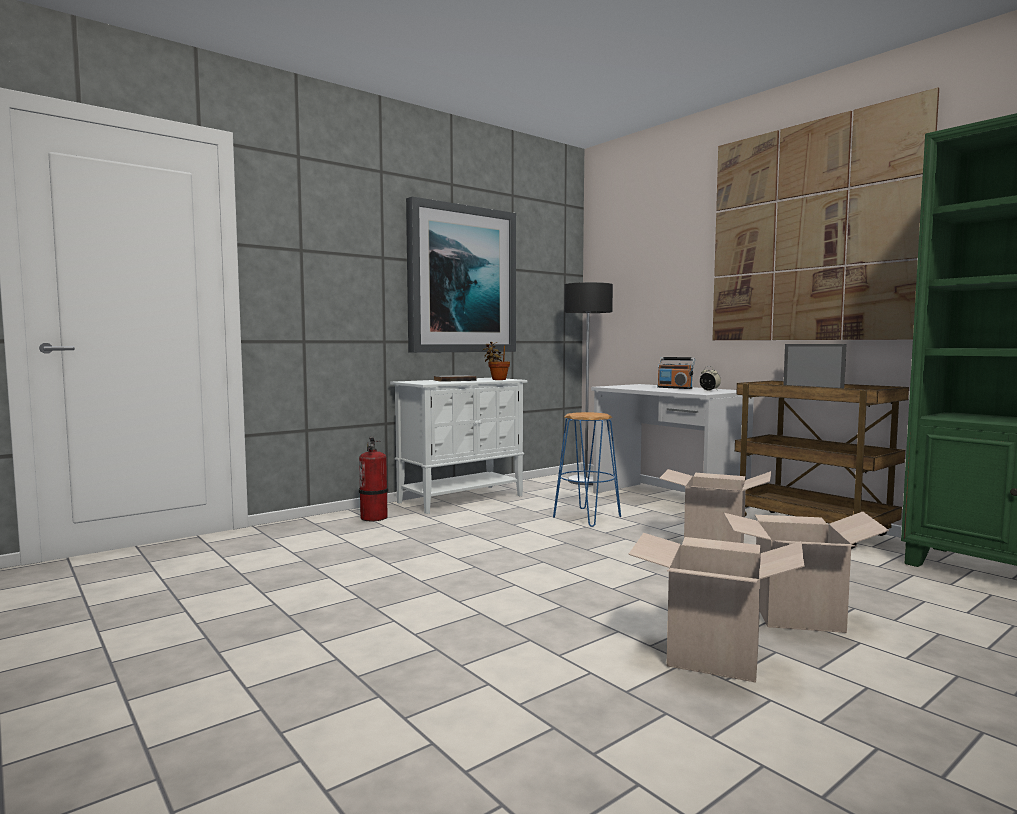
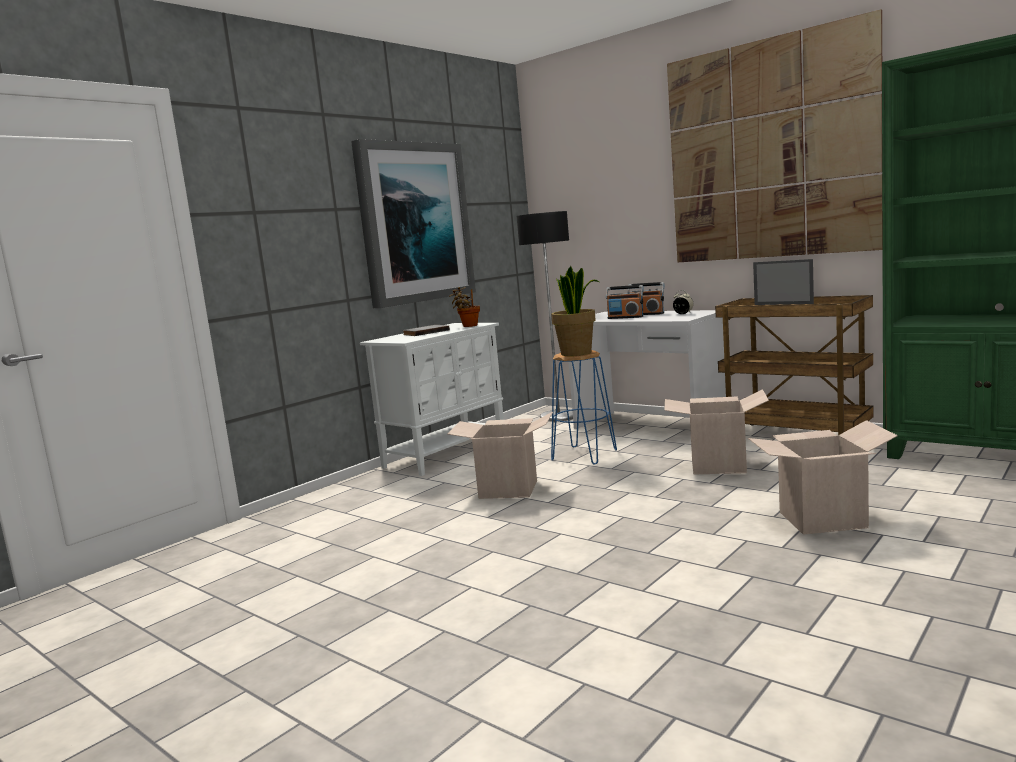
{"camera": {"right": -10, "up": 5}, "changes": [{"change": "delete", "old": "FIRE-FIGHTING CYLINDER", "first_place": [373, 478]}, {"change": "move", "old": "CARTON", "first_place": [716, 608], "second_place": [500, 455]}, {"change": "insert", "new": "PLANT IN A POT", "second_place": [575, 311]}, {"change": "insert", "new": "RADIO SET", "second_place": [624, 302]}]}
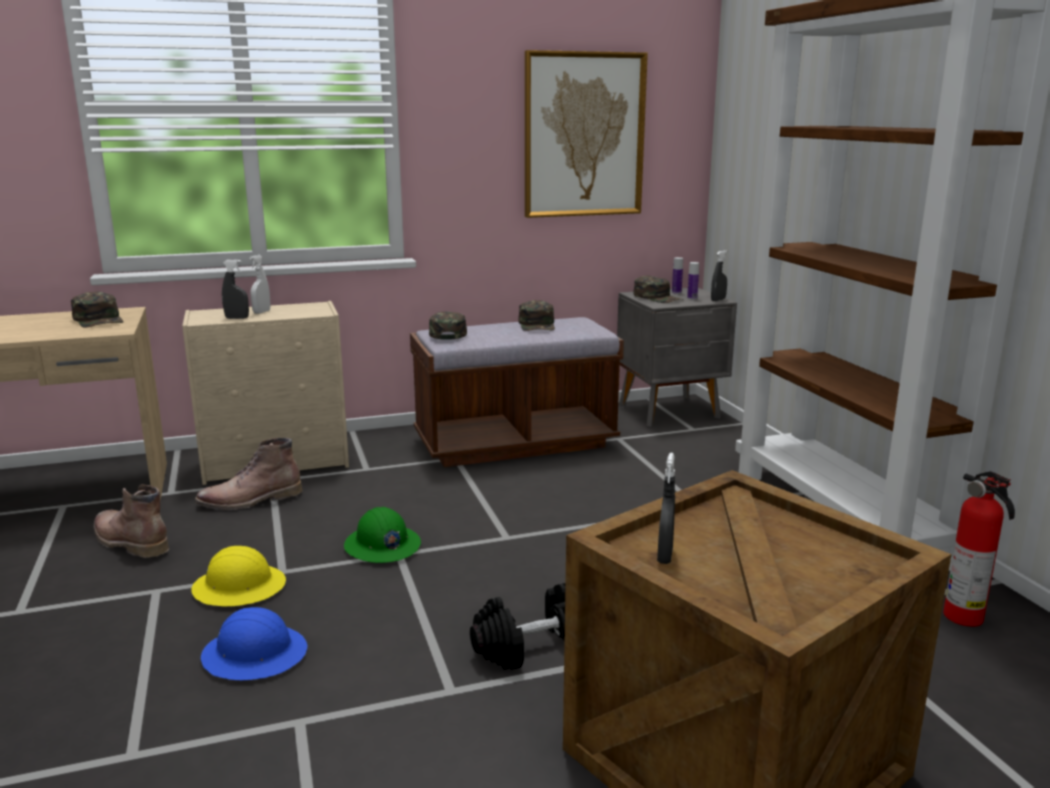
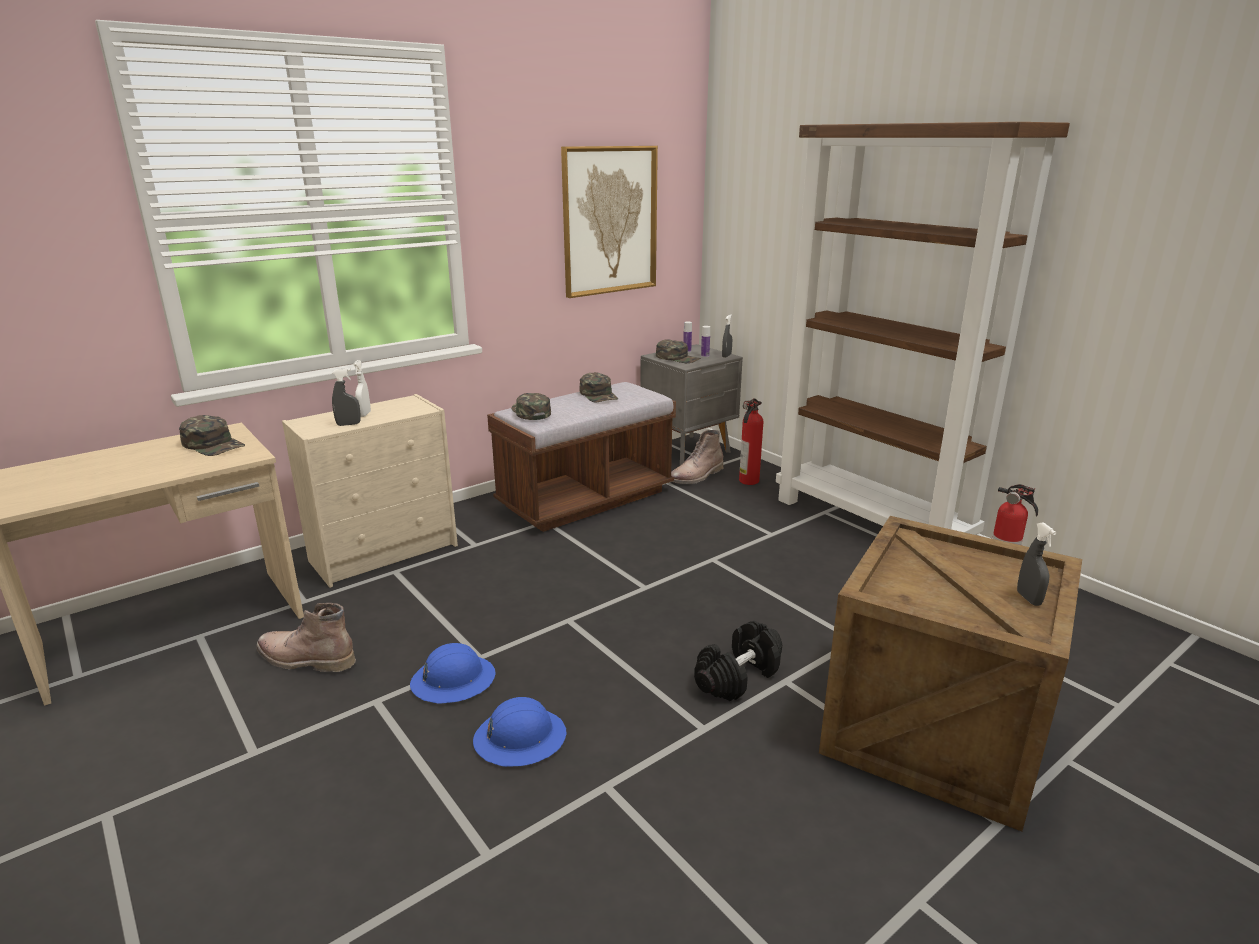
{"camera": {"right": -20, "up": 5}, "changes": [{"change": "move", "old": "BROWN-COLOURED HIGH-TOP BOOT", "first_place": [249, 474], "second_place": [697, 457]}, {"change": "move", "old": "GRAY SPRAY BOTTLE", "first_place": [666, 508], "second_place": [1036, 564]}, {"change": "delete", "old": "GREENISH WORK HELMET", "first_place": [382, 535]}, {"change": "recolor", "old": "YELLOW-COLOURED WORK HELMET", "new": "BLUE WORK HELMET", "first_place": [238, 576], "second_place": [453, 673]}, {"change": "insert", "new": "FIRE-FIGHTING CYLINDER", "second_place": [751, 441]}]}
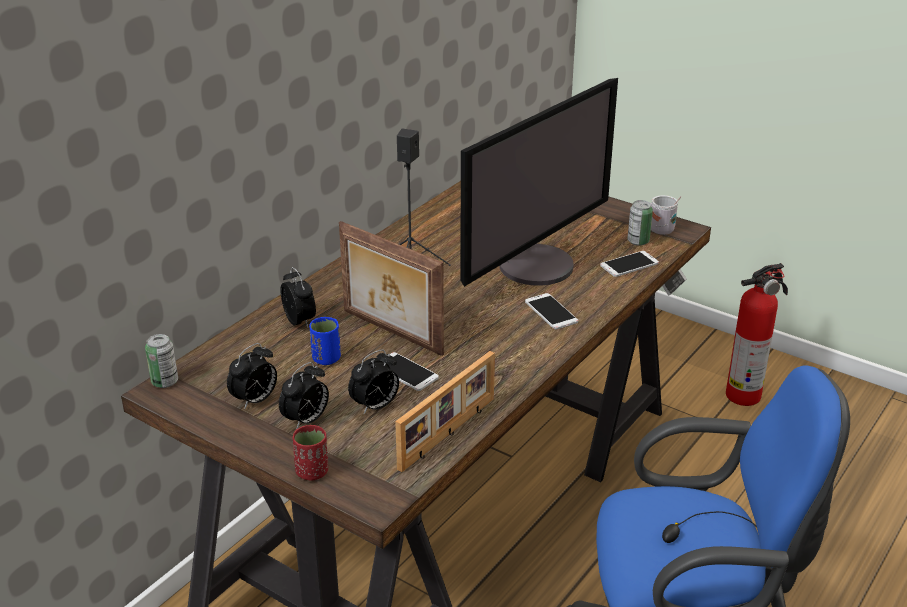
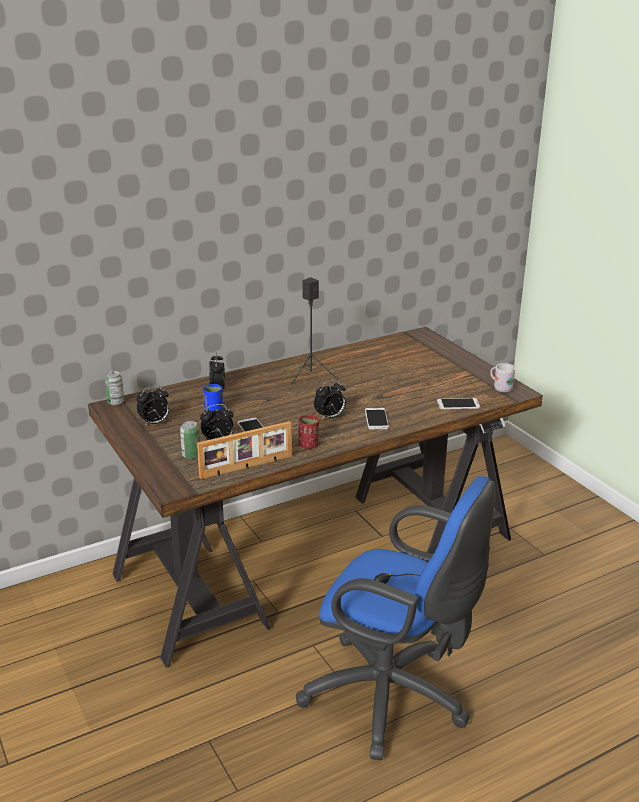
{"camera": {"right": 25, "up": -5}, "changes": [{"change": "delete", "old": "COMPUTER DISPLAY", "first_place": [539, 182]}, {"change": "move", "old": "SEALED CAN", "first_place": [640, 223], "second_place": [190, 440]}, {"change": "delete", "old": "PICTURE FRAME", "first_place": [391, 288]}, {"change": "delete", "old": "FIRE-FIGHTING CYLINDER", "first_place": [757, 334]}, {"change": "move", "old": "TABLE CLOCK", "first_place": [304, 395], "second_place": [330, 400]}, {"change": "move", "old": "REDDISH SMALL CUP", "first_place": [310, 452], "second_place": [308, 432]}]}
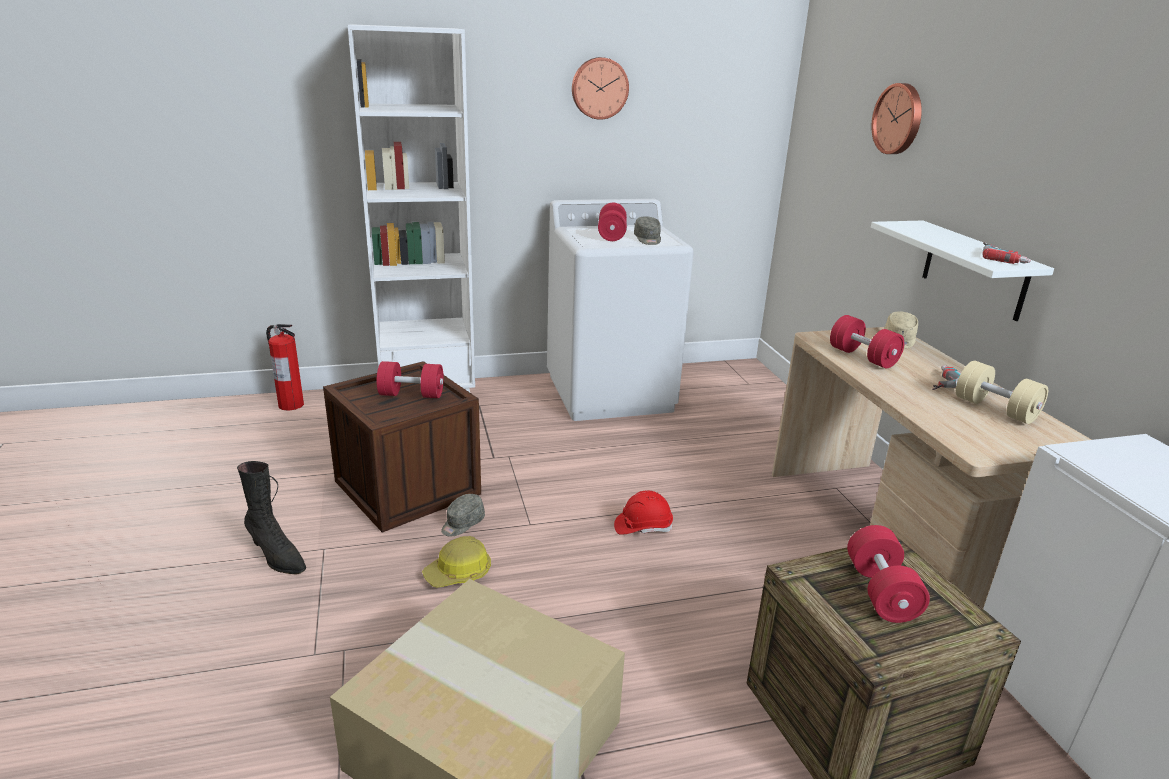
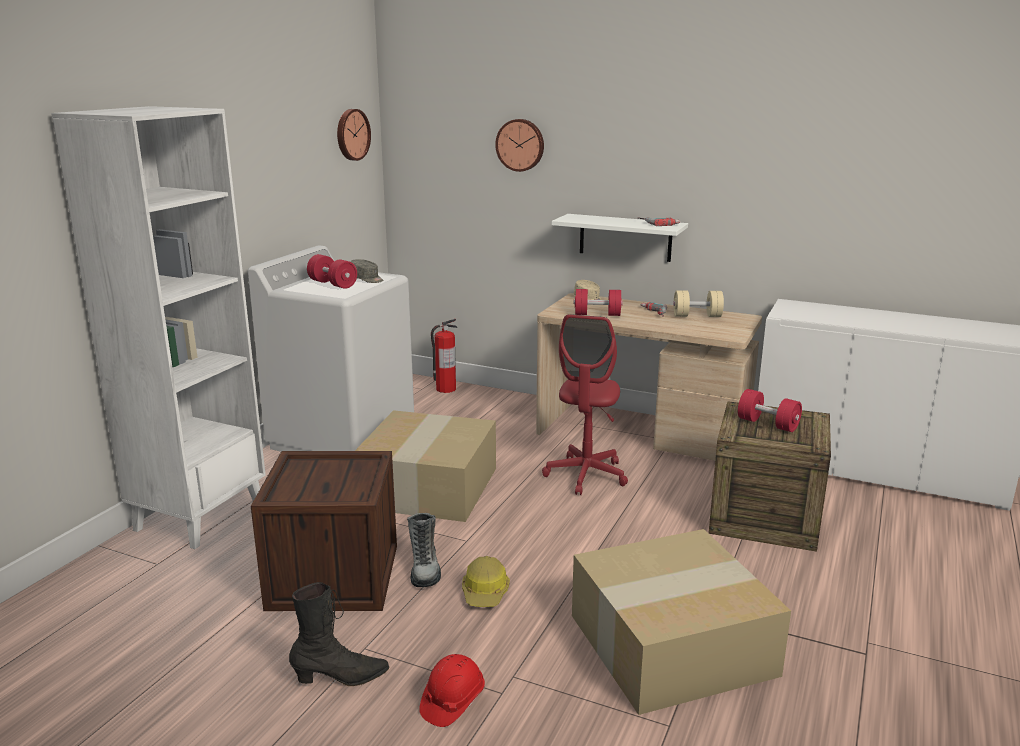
{"camera": {"right": -50, "up": -5}, "changes": [{"change": "move", "old": "WALL CLOCK", "first_place": [600, 88], "second_place": [354, 135]}, {"change": "move", "old": "FIRE-FIGHTING CYLINDER", "first_place": [285, 367], "second_place": [444, 356]}, {"change": "delete", "old": "REDDISH FREE WEIGHT", "first_place": [410, 379]}, {"change": "move", "old": "REDDISH WORK HELMET", "first_place": [643, 512], "second_place": [452, 690]}, {"change": "replace", "old": "GRAY PEAKED CAP", "new": "HIGH-TOP BOOT", "first_place": [463, 515], "second_place": [424, 550]}, {"change": "insert", "new": "REDDISH COMPUTER CHAIR", "second_place": [585, 404]}, {"change": "insert", "new": "CARTON", "second_place": [425, 466]}]}
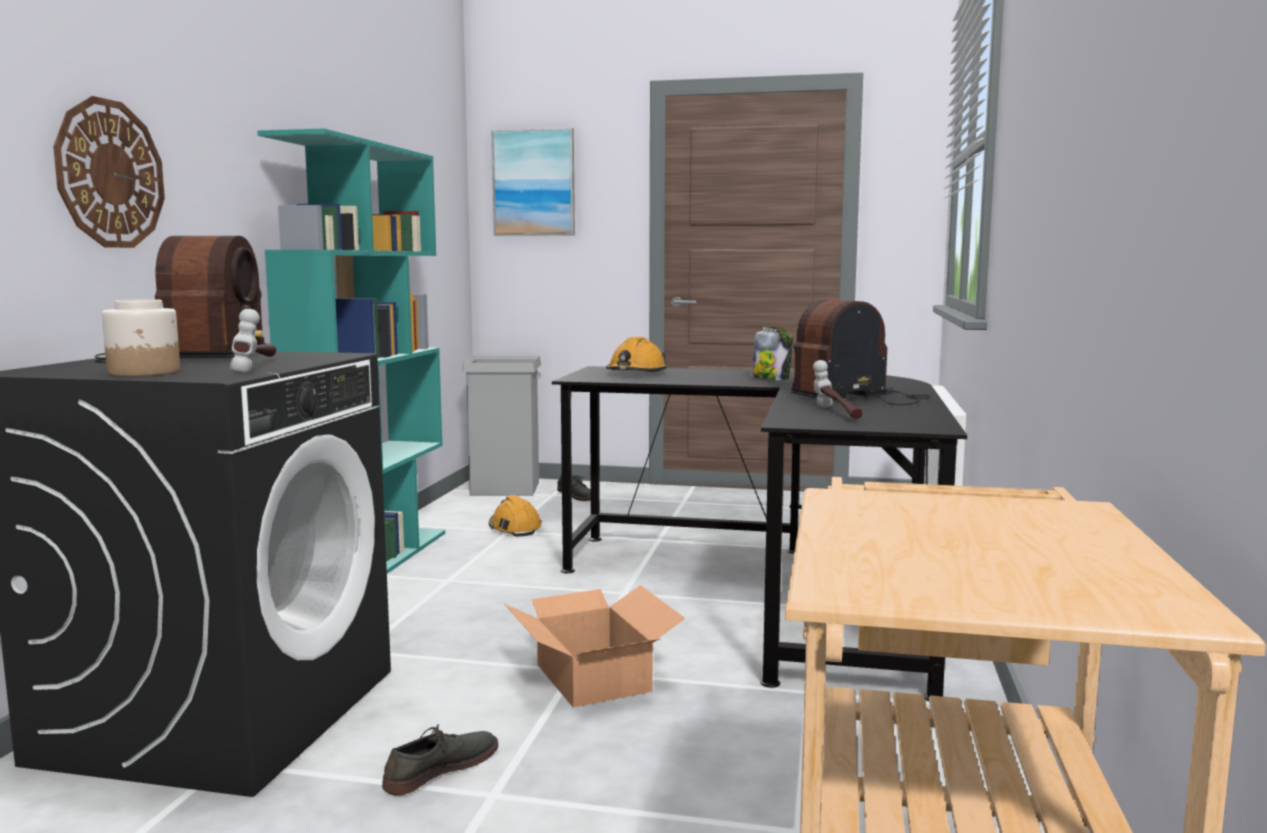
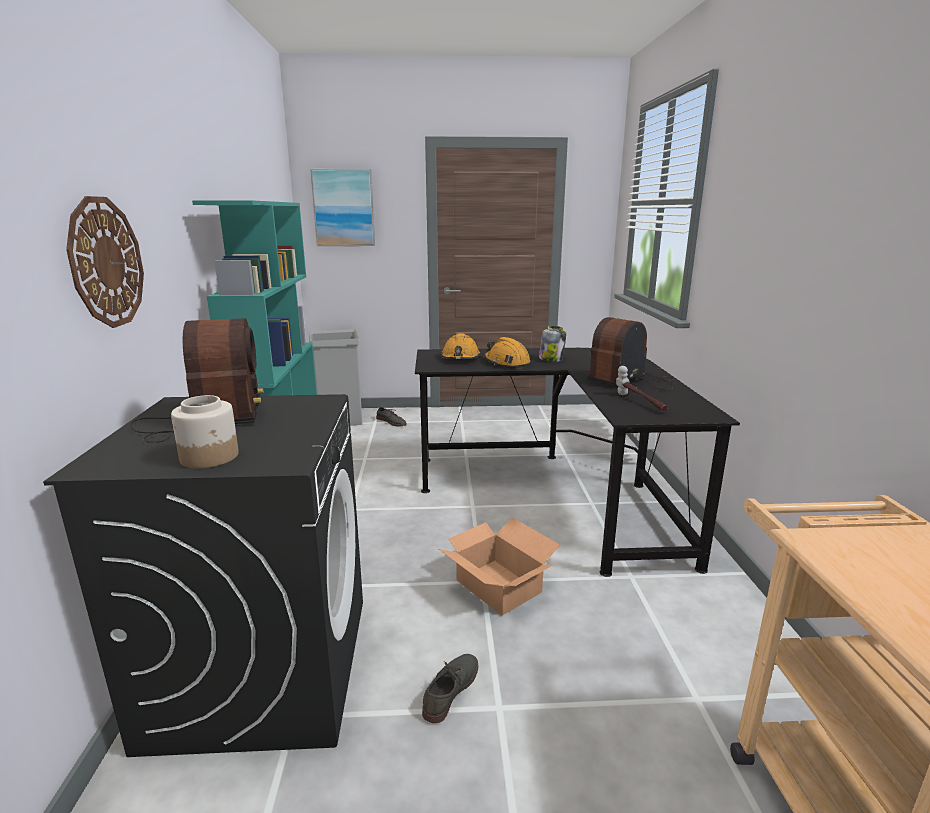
{"camera": {"right": -15, "up": 10}, "changes": [{"change": "delete", "old": "HAMMER", "first_place": [253, 341]}, {"change": "move", "old": "ORANGE WORK HELMET", "first_place": [515, 516], "second_place": [507, 353]}]}
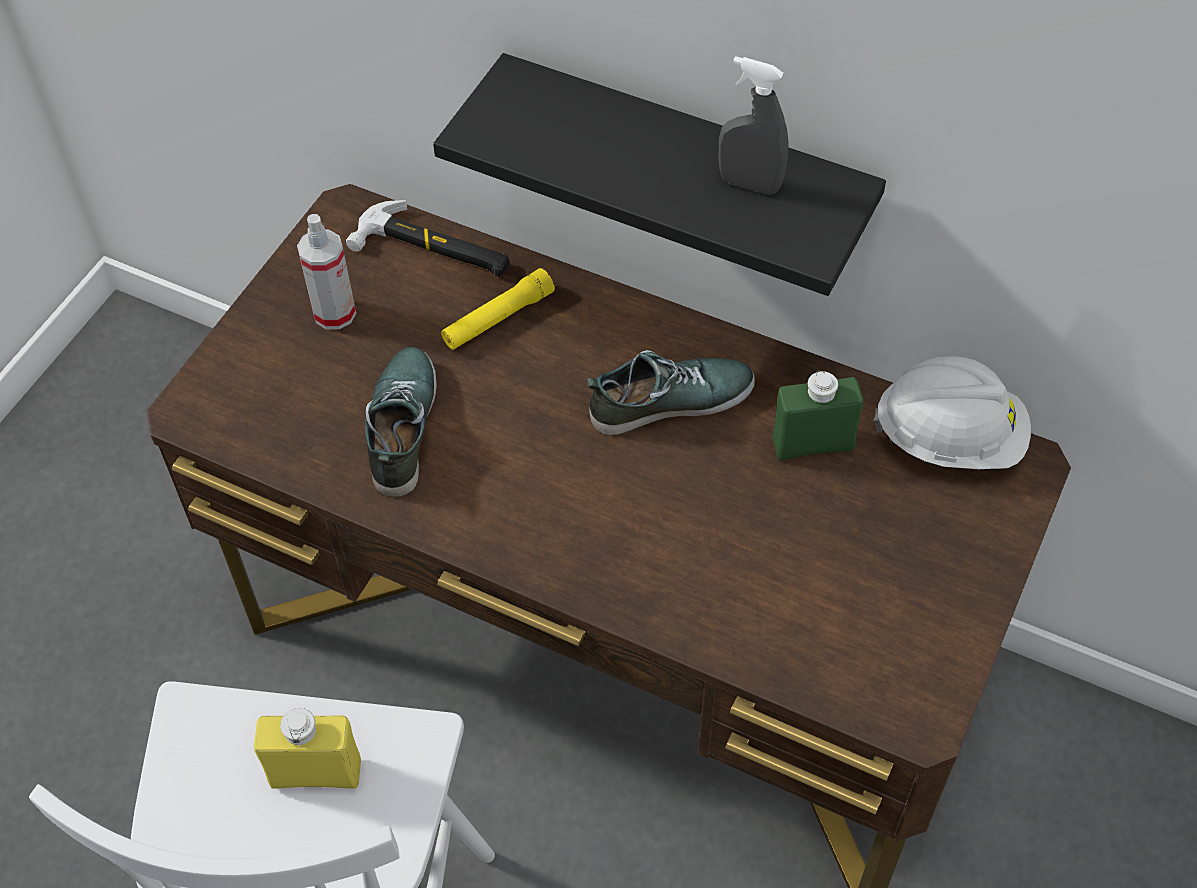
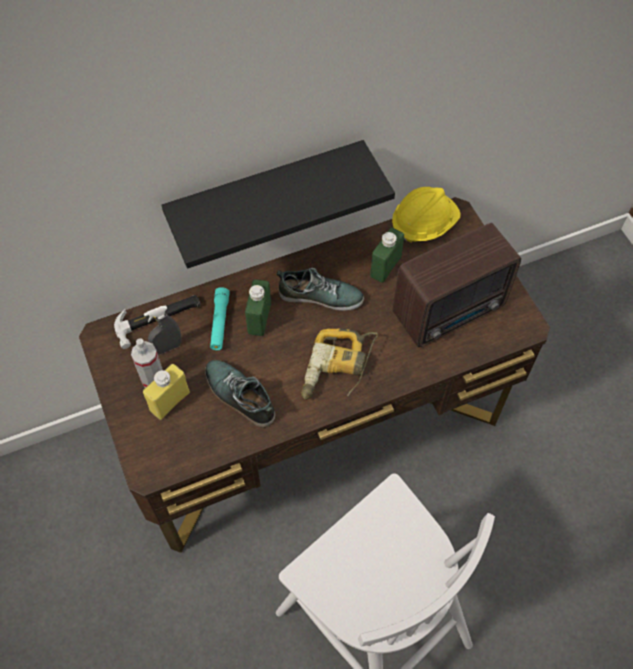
{"camera": {"right": -50, "up": 5}, "changes": [{"change": "move", "old": "GRAY SPRAY BOTTLE", "first_place": [754, 125], "second_place": [163, 330]}, {"change": "recolor", "old": "YELLOW-COLOURED FLASHLIGHT", "new": "TURQUOISE-COLOURED FLASHLIGHT", "first_place": [498, 309], "second_place": [220, 318]}, {"change": "rotate", "old": "SHOE", "first_place": [671, 392], "second_place": [320, 289], "degrees": 75}, {"change": "recolor", "old": "WHITE WORK HELMET", "new": "YELLOW-COLOURED WORK HELMET", "first_place": [952, 412], "second_place": [426, 215]}, {"change": "move", "old": "YELLOW-COLOURED BEVERAGE BOTTLE", "first_place": [307, 748], "second_place": [166, 392]}, {"change": "insert", "new": "RADIO SET", "second_place": [457, 285]}, {"change": "insert", "new": "GREENISH BEVERAGE BOTTLE", "second_place": [258, 307]}, {"change": "insert", "new": "POWER DRILL", "second_place": [340, 364]}]}
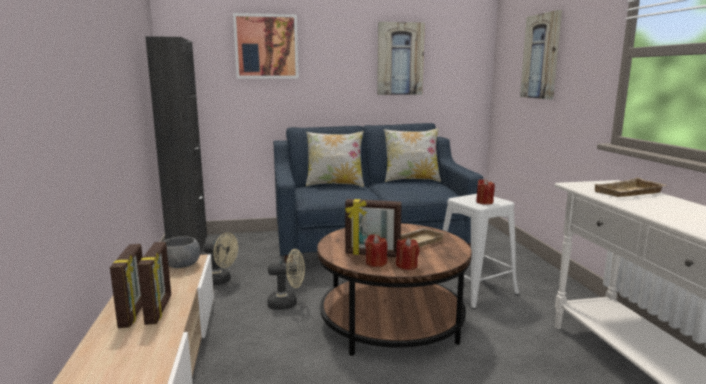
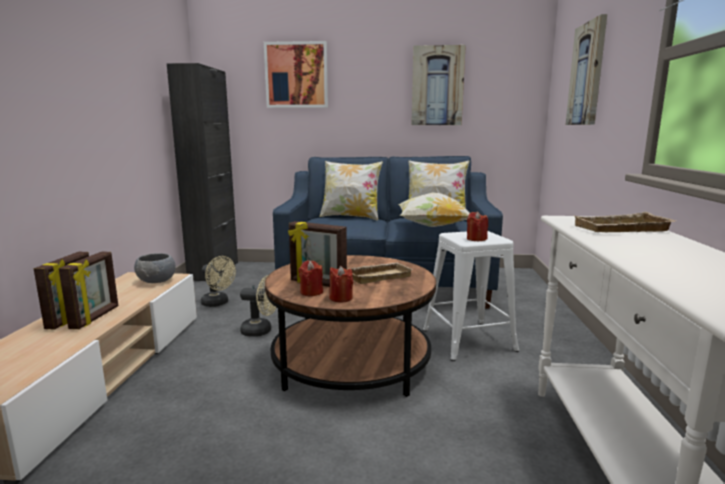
{"camera": {"right": 15, "up": 0}, "changes": [{"change": "insert", "new": "THROW PILLOW", "second_place": [434, 210]}]}
